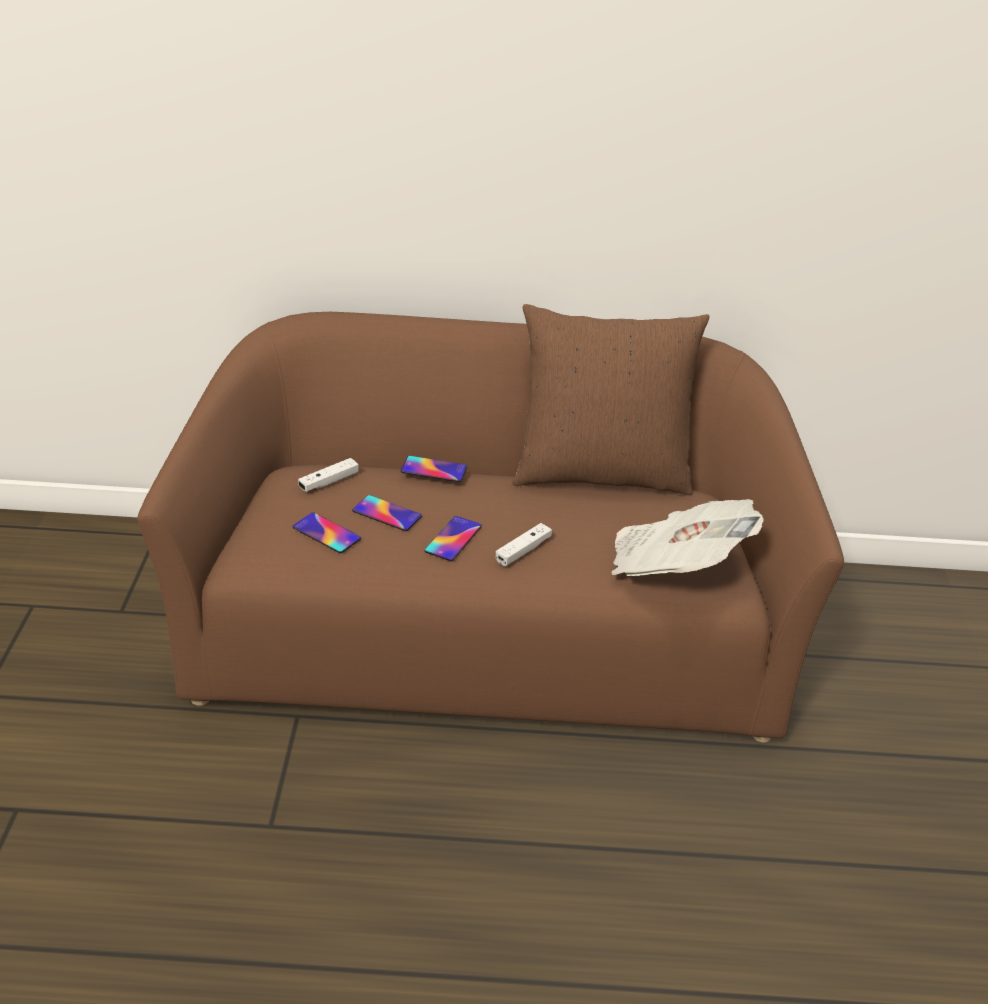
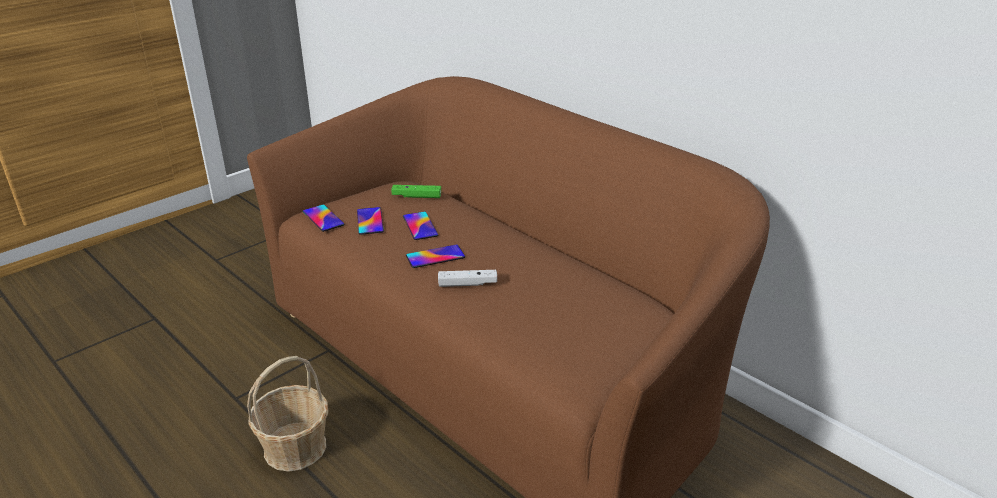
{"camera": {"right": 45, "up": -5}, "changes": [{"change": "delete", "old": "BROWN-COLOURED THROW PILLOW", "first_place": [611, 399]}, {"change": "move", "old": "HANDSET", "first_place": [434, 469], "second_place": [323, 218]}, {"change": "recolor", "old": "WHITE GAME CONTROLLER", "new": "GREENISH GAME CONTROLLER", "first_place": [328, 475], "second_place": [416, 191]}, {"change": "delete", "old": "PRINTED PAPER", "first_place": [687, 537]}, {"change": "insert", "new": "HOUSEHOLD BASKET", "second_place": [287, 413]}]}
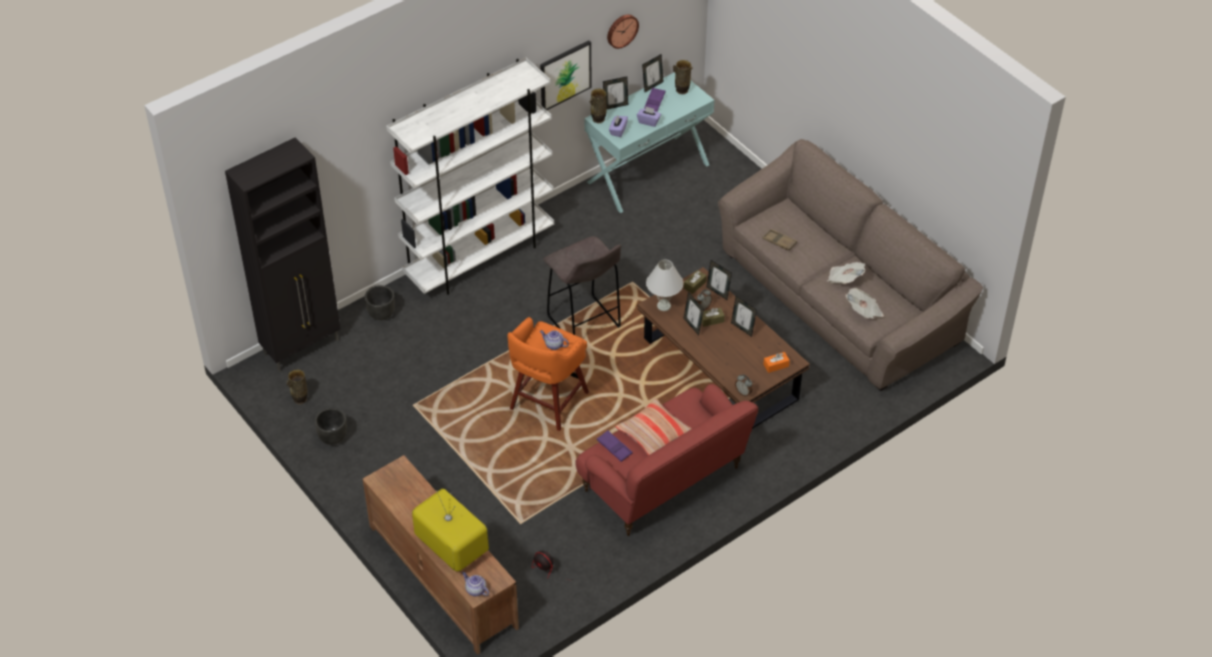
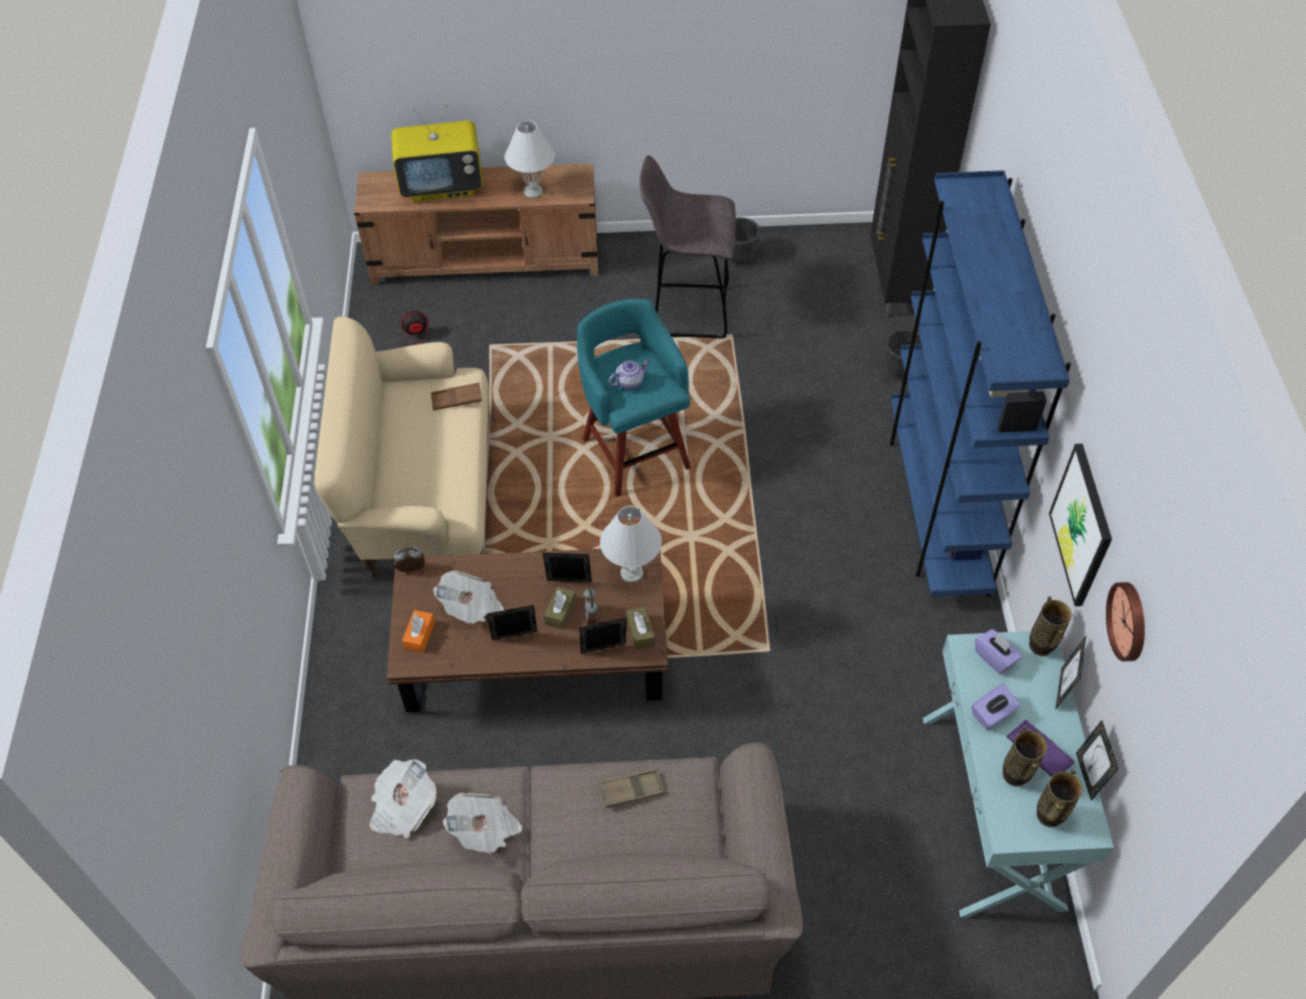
{"camera": {"right": 125, "up": 5}, "changes": [{"change": "recolor", "old": "WHITE BOOKCASE", "new": "BLUE BOOKCASE", "first_place": [470, 176], "second_place": [980, 383]}, {"change": "move", "old": "GRAY STOOL SEAT", "first_place": [582, 285], "second_place": [688, 247]}, {"change": "recolor", "old": "ORANGE STOOL SEAT", "new": "TURQUOISE-COLOURED STOOL SEAT", "first_place": [548, 374], "second_place": [634, 397]}, {"change": "move", "old": "DECORATIVE VASE", "first_place": [297, 386], "second_place": [1025, 756]}, {"change": "recolor", "old": "REDDISH SETTEE", "new": "BEIGE-COLOURED SETTEE", "first_place": [666, 460], "second_place": [401, 446]}, {"change": "delete", "old": "THROW PILLOW", "first_place": [653, 427]}, {"change": "recolor", "old": "PURPLISH TRAY", "new": "BROWN-COLOURED TRAY", "first_place": [614, 446], "second_place": [456, 397]}, {"change": "delete", "old": "TEAPOT", "first_place": [475, 584]}, {"change": "insert", "new": "WHITE LAMP FOR A TABLE", "second_place": [530, 159]}, {"change": "insert", "new": "PRINTED PAPER", "second_place": [468, 597]}]}
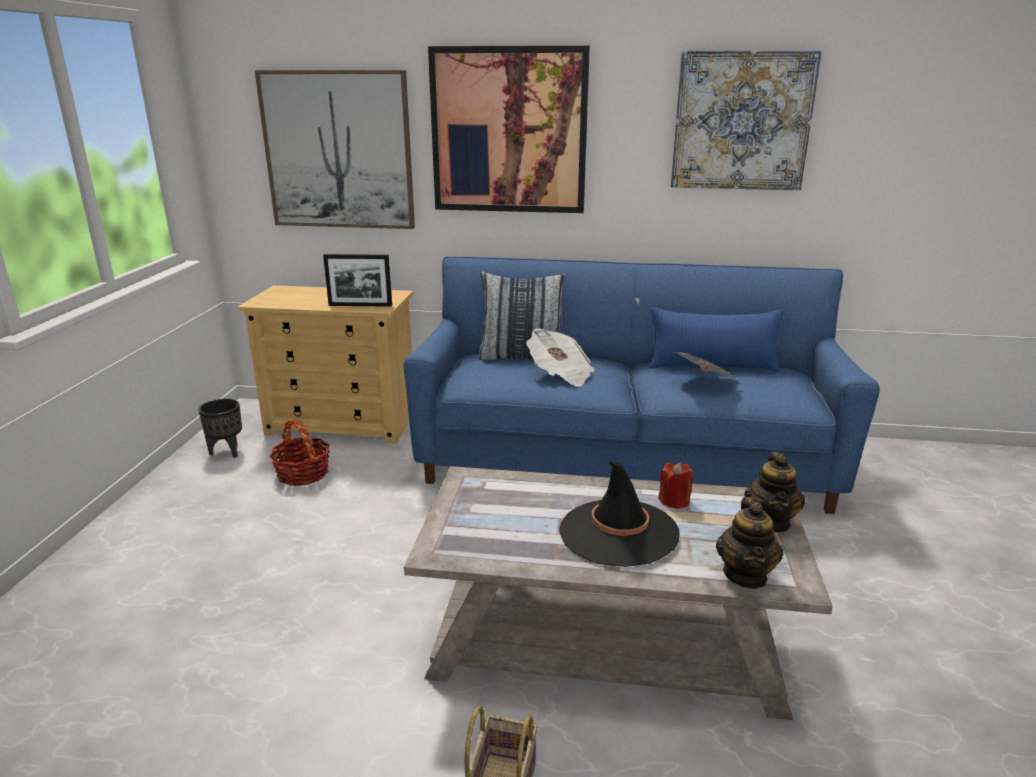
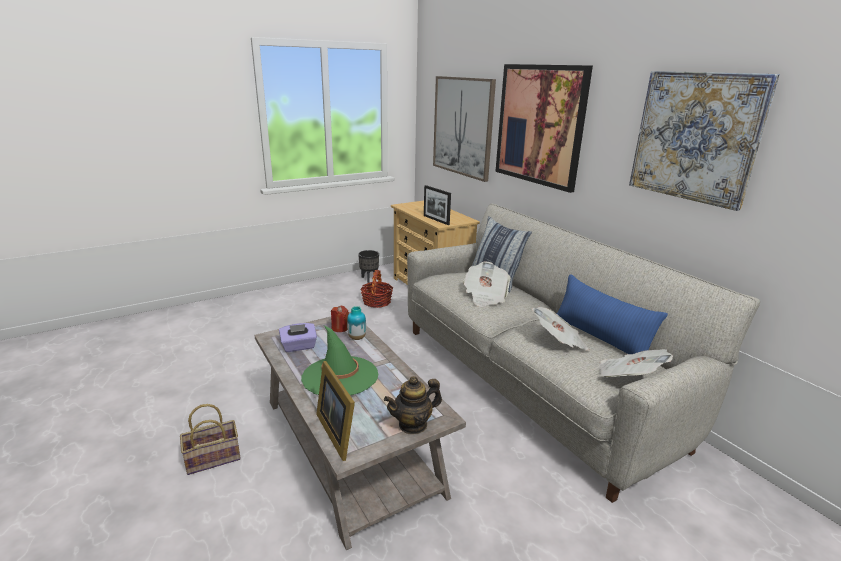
{"camera": {"right": 50, "up": 0}, "changes": [{"change": "recolor", "old": "BLUE SETTEE", "new": "GRAY SETTEE", "first_place": [642, 385], "second_place": [583, 353]}, {"change": "recolor", "old": "BLACK WEARABLE HAT", "new": "GREENISH WEARABLE HAT", "first_place": [619, 514], "second_place": [339, 360]}, {"change": "move", "old": "REDDISH CANDLE", "first_place": [676, 485], "second_place": [340, 319]}, {"change": "replace", "old": "TEAPOT", "new": "PICTURE FRAME", "first_place": [750, 543], "second_place": [335, 411]}, {"change": "insert", "new": "DECORATIVE VASE", "second_place": [356, 323]}, {"change": "insert", "new": "PURPLISH BOX OF TISSUES", "second_place": [298, 337]}, {"change": "insert", "new": "PRINTED PAPER", "second_place": [636, 363]}]}
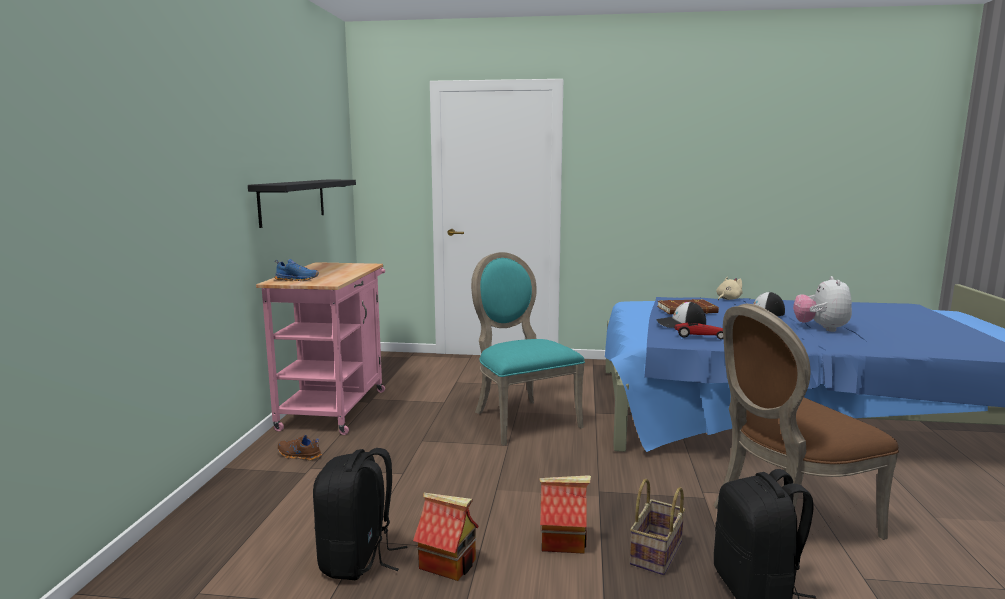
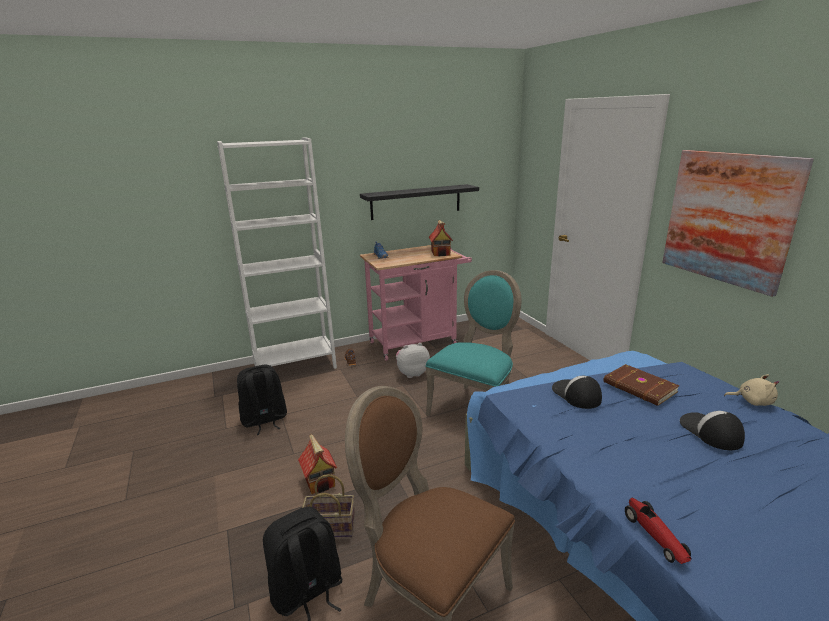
{"camera": {"right": 60, "up": 10}, "changes": [{"change": "move", "old": "CUDDLY TOY", "first_place": [822, 304], "second_place": [413, 360]}, {"change": "move", "old": "TOY CAR", "first_place": [699, 330], "second_place": [658, 531]}, {"change": "move", "old": "TOY HOUSE", "first_place": [446, 537], "second_place": [441, 238]}, {"change": "insert", "new": "WHITE BOOKCASE", "second_place": [277, 253]}, {"change": "insert", "new": "WALL PICTURE", "second_place": [738, 223]}]}
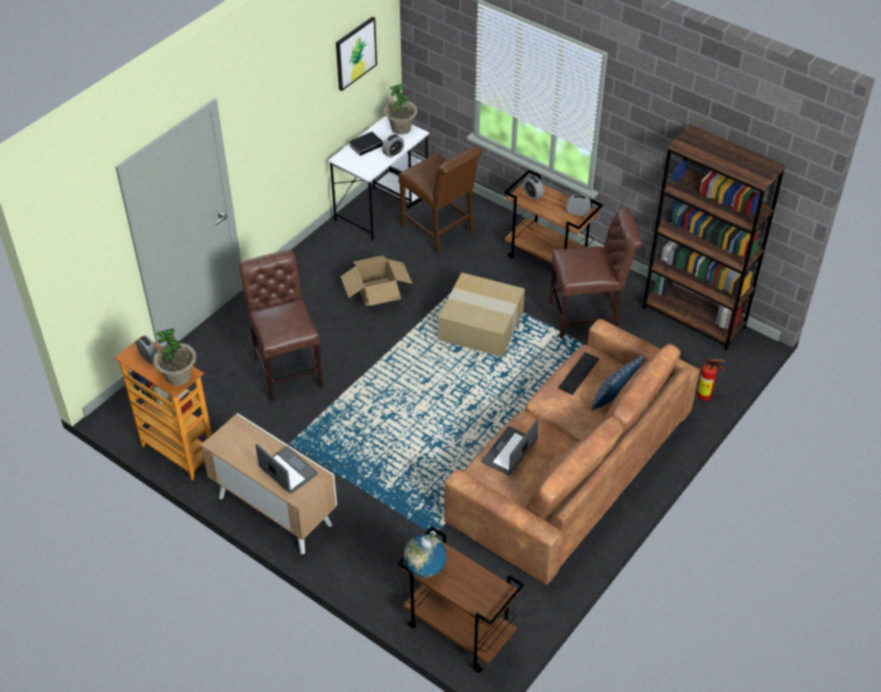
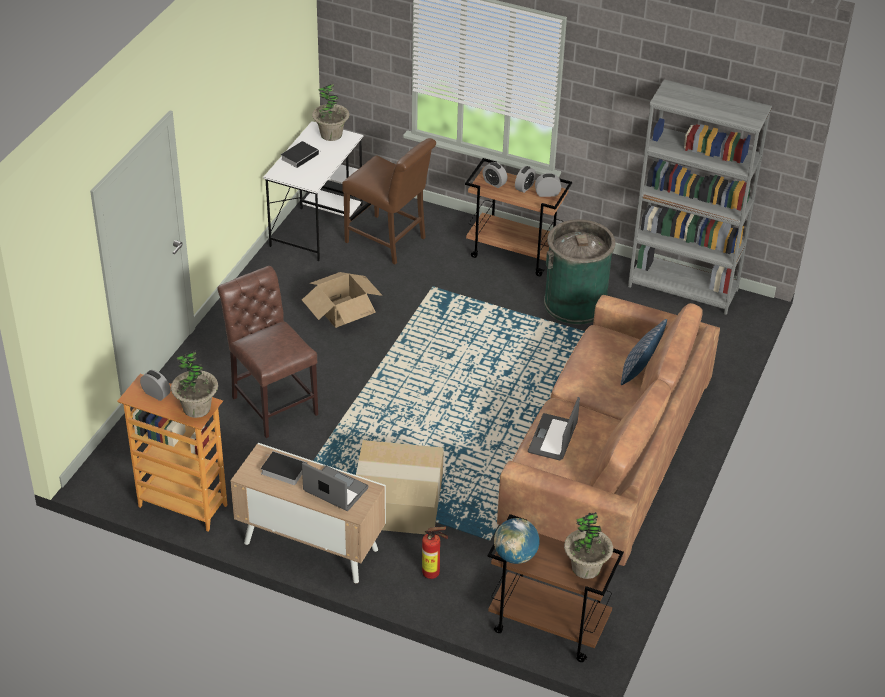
{"camera": {"right": -15, "up": -5}, "changes": [{"change": "delete", "old": "WALL PICTURE", "first_place": [356, 54]}, {"change": "recolor", "old": "BROWN-COLOURED BOOKCASE", "new": "GRAY BOOKCASE", "first_place": [714, 238], "second_place": [700, 197]}, {"change": "move", "old": "TABLE CLOCK", "first_place": [393, 146], "second_place": [525, 179]}, {"change": "replace", "old": "BROWN-COLOURED UPRIGHT CHAIR", "new": "GREENISH RUBBISH BIN", "first_place": [595, 273], "second_place": [580, 272]}, {"change": "move", "old": "CARTON", "first_place": [481, 314], "second_place": [400, 487]}, {"change": "delete", "old": "KEYBOARD", "first_place": [579, 373]}, {"change": "move", "old": "FIRE-FIGHTING CYLINDER", "first_place": [711, 379], "second_place": [435, 552]}, {"change": "insert", "new": "BOUND BOOK", "second_place": [284, 468]}, {"change": "insert", "new": "PLANT IN A POT", "second_place": [588, 545]}]}
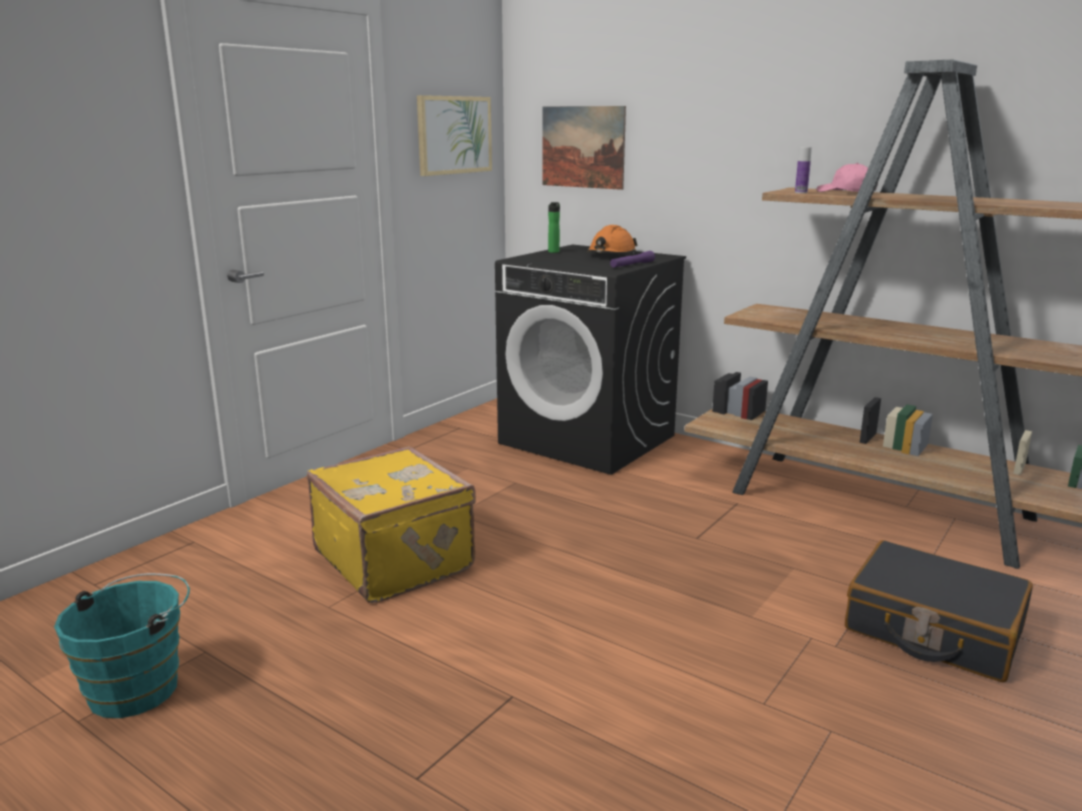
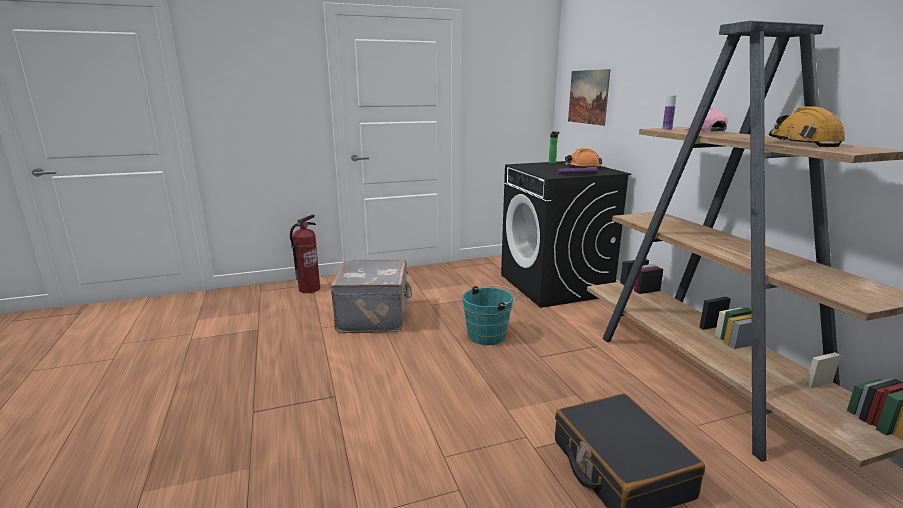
{"camera": {"right": 35, "up": 0}, "changes": [{"change": "delete", "old": "WALL PICTURE", "first_place": [454, 135]}, {"change": "recolor", "old": "YELLOW-COLOURED SUITCASE", "new": "GRAY SUITCASE", "first_place": [391, 524], "second_place": [371, 296]}, {"change": "move", "old": "TURQUOISE-COLOURED WATER BUCKET", "first_place": [122, 645], "second_place": [490, 315]}, {"change": "insert", "new": "ORANGE WORK HELMET", "second_place": [807, 127]}, {"change": "insert", "new": "FIRE-FIGHTING CYLINDER", "second_place": [305, 254]}]}
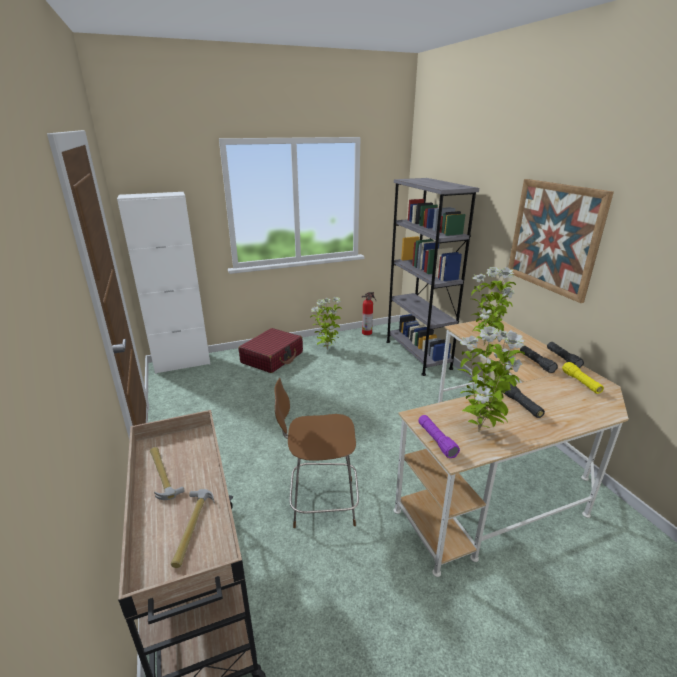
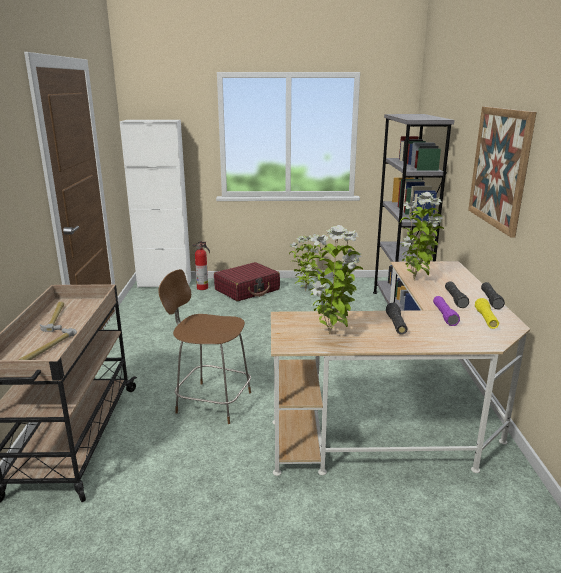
{"camera": {"right": 20, "up": -5}, "changes": [{"change": "move", "old": "FIRE-FIGHTING CYLINDER", "first_place": [369, 313], "second_place": [201, 265]}, {"change": "move", "old": "PURPLISH FLASHLIGHT", "first_place": [439, 436], "second_place": [446, 311]}]}
